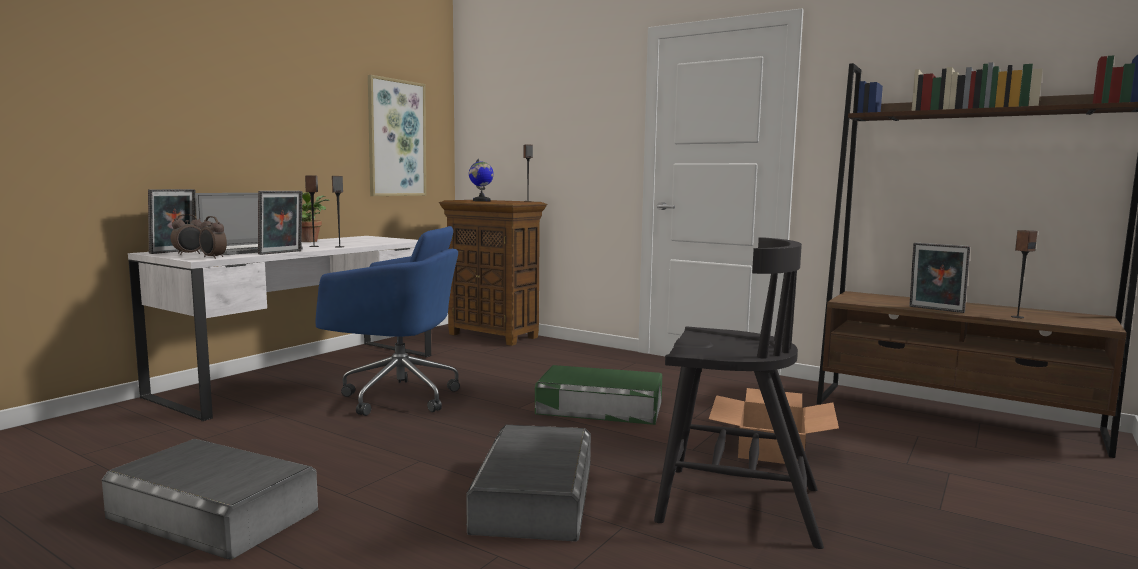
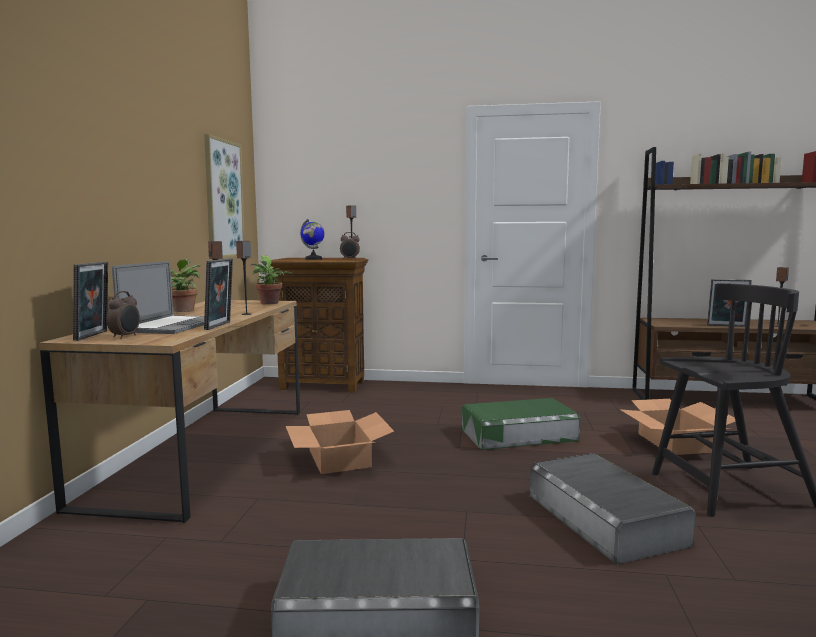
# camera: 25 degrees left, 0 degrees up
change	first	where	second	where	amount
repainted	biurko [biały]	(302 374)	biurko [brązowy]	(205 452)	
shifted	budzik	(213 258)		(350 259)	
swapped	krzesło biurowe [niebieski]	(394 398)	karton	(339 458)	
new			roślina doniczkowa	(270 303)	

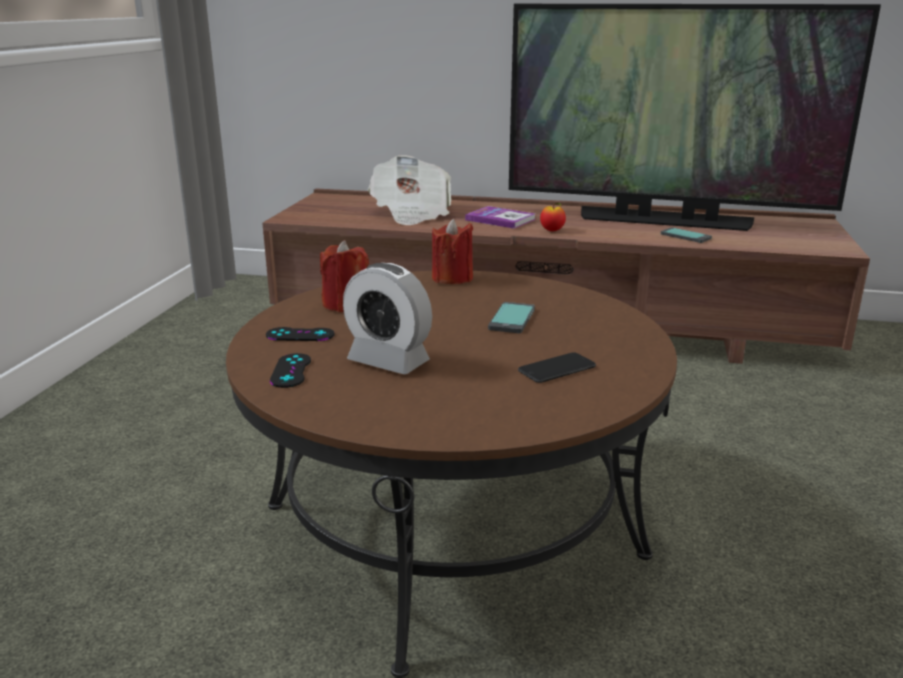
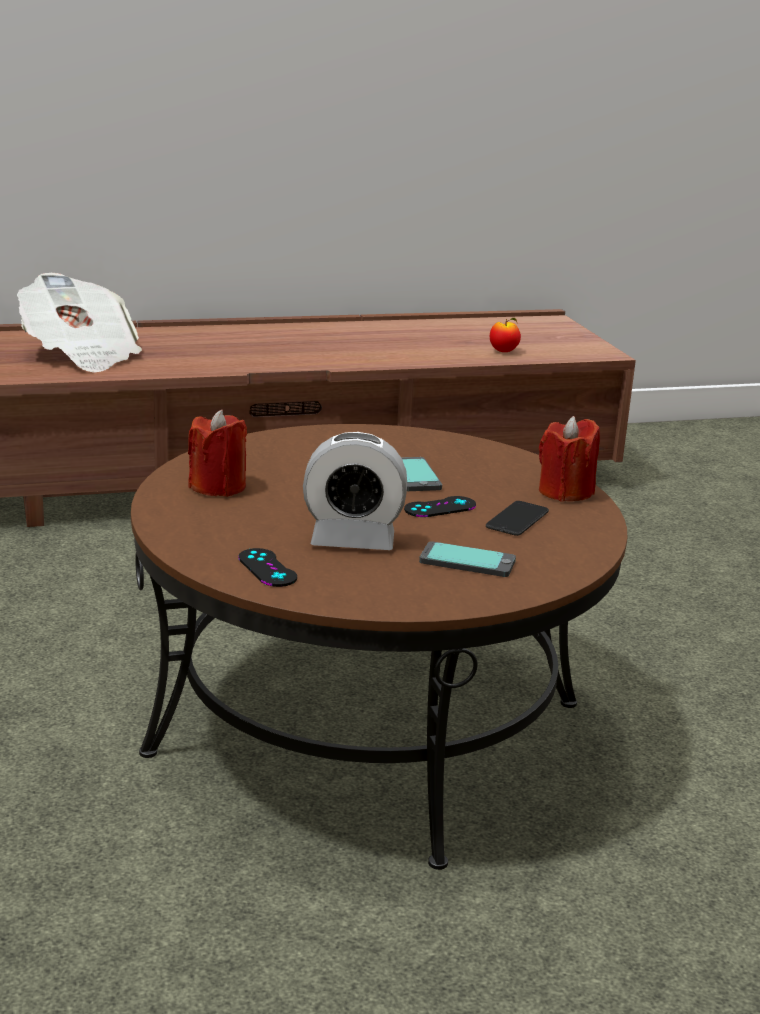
# camera: 30 degrees left, 0 degrees up
change	first	where	second	where	amount
shifted	pad do gier [czarny]	(300 335)		(440 507)	
shifted	świeca [czerwony]	(452 278)		(565 492)	
gone	książka	(500 219)			
gone	telewizor	(664 220)			
shifted	jabłko	(552 231)		(503 351)	
shifted	telefon	(685 236)		(467 561)	

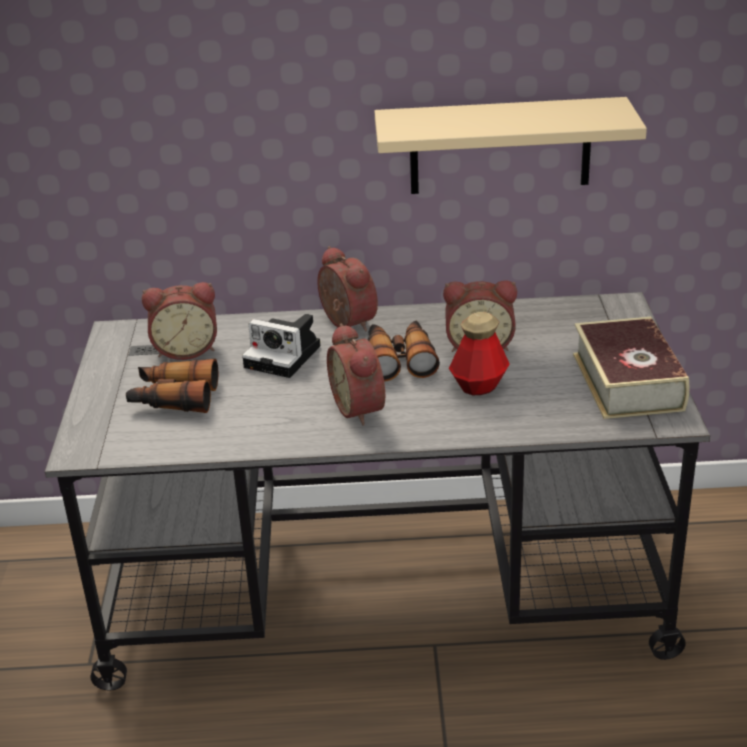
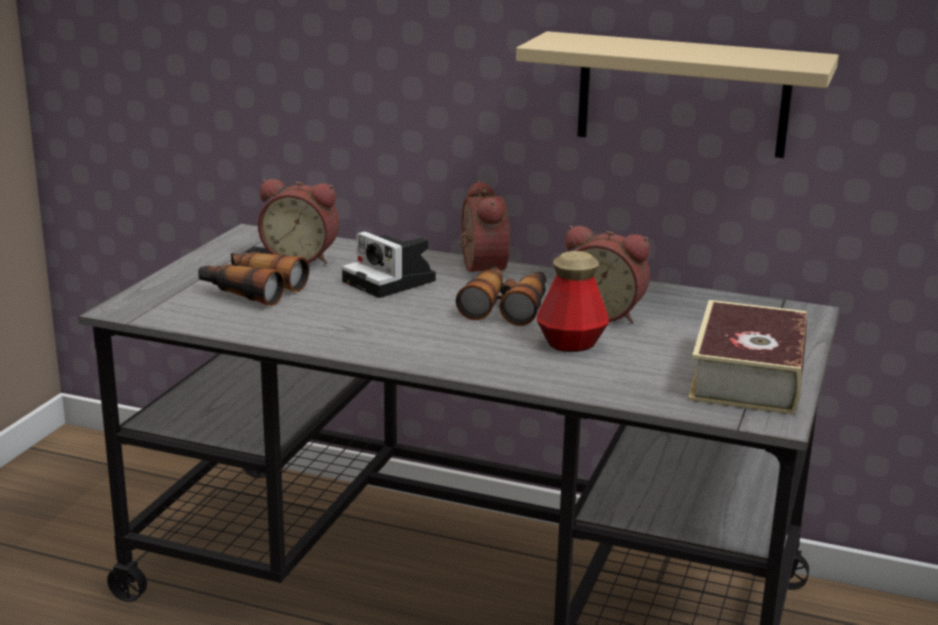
# camera: 20 degrees right, 10 degrees down
change	first	where	second	where	amount
gone	budzik	(362 408)			

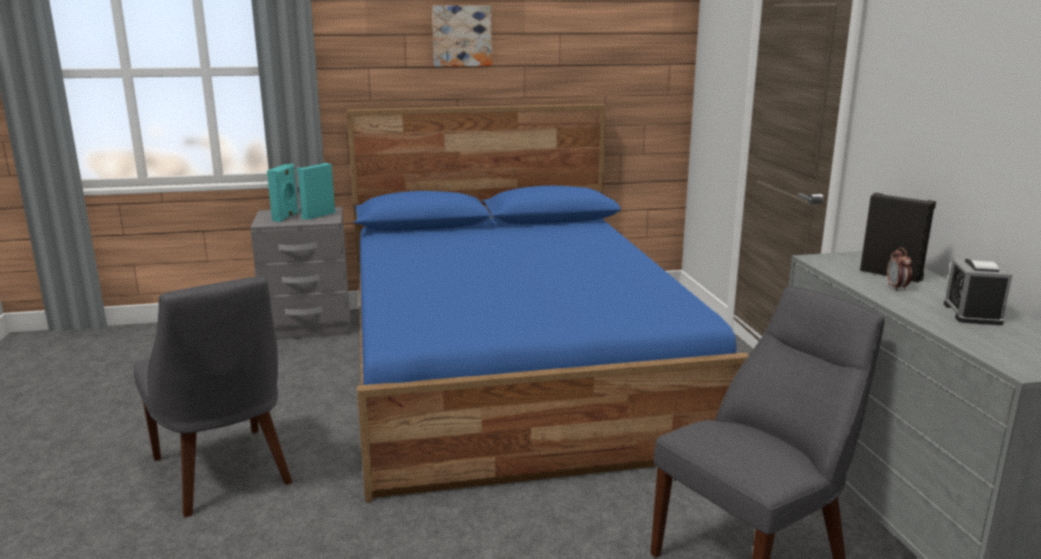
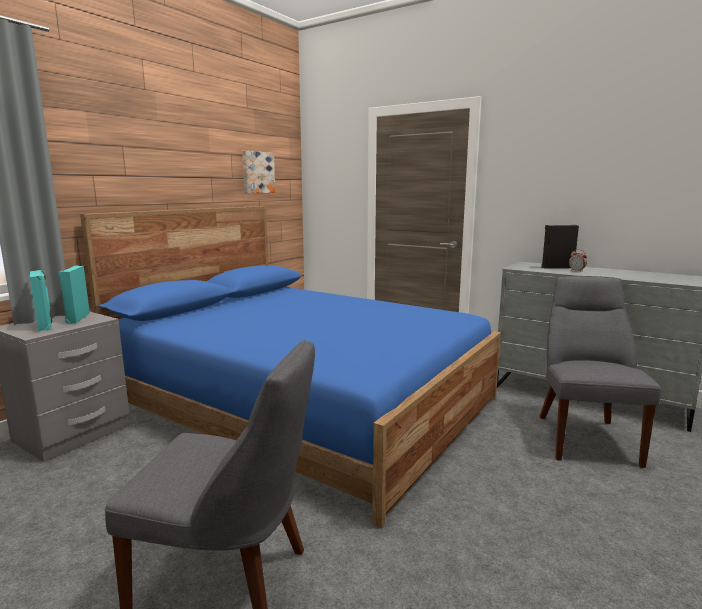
# camera: 45 degrees left, 5 degrees down
change	first	where	second	where	amount
shifted	obraz	(461 36)		(257 172)	
gone	budzik	(972 313)			

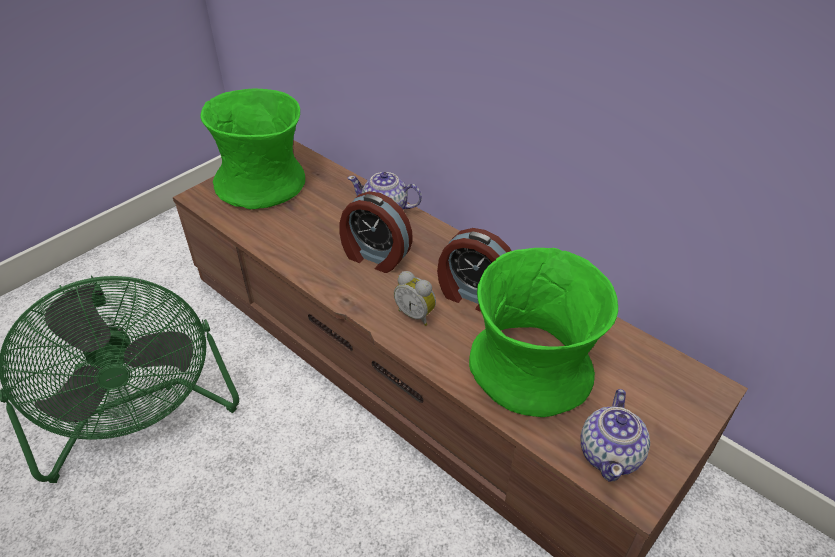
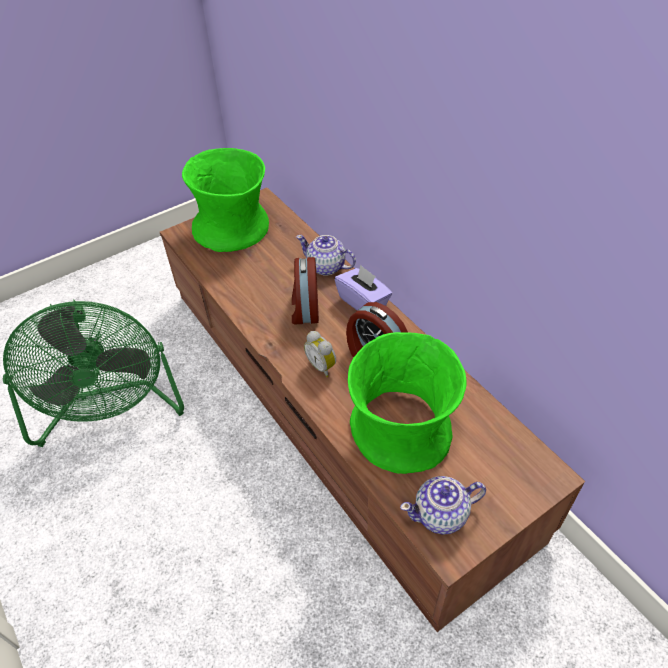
# camera: 15 degrees right, 5 degrees up
change	first	where	second	where	amount
rotated	budzik	(375 256)		(305 309)	45 degrees clockwise
rotated	imbryk	(610 454)		(441 514)	45 degrees clockwise
new			pudełko chusteczek [fioletowy]	(363 302)	

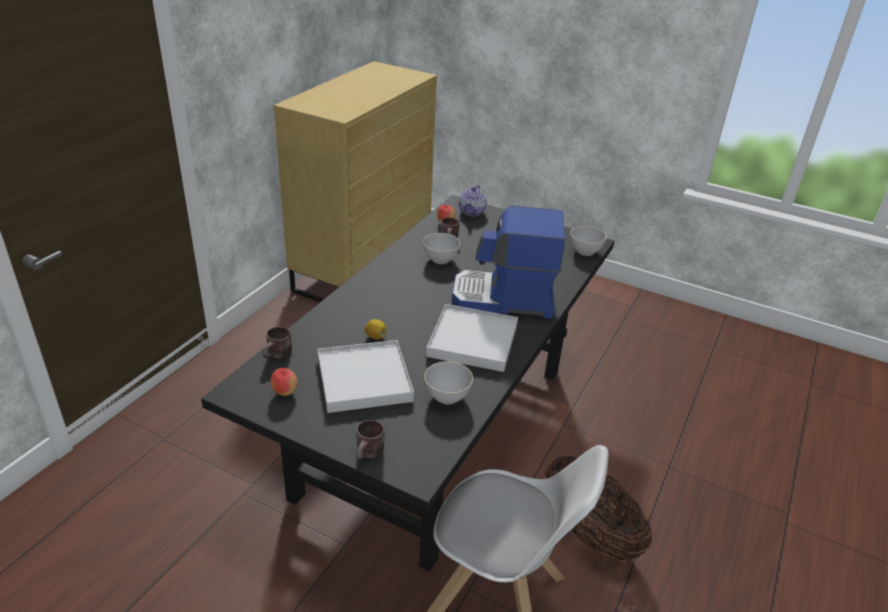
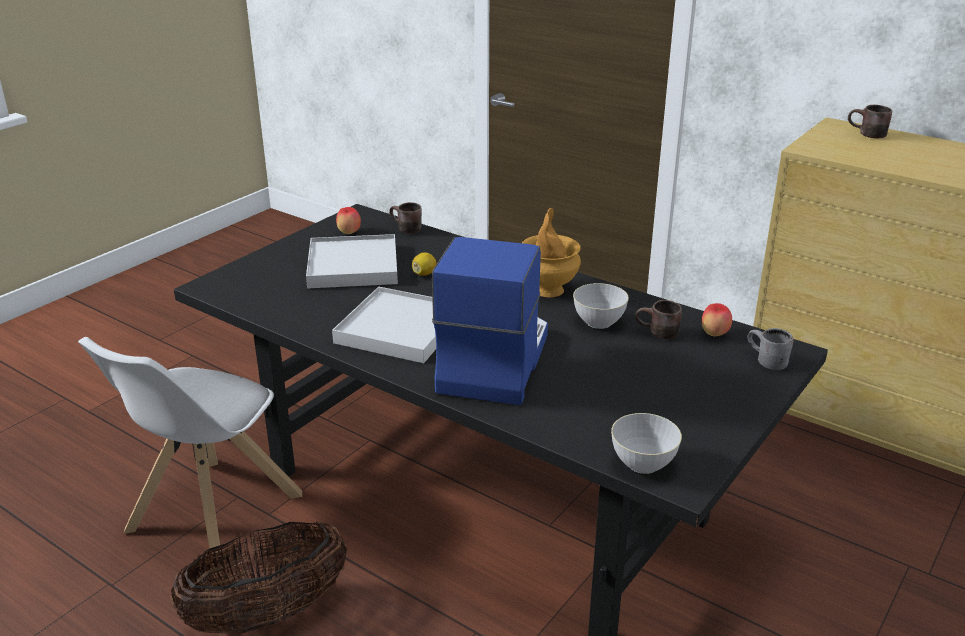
# camera: 100 degrees right, 5 degrees down
change	first	where	second	where	amount
shifted	kubek [brązowy]	(370 454)		(866 135)	
gone	miska [szary]	(447 397)			
swapped	imbryk	(472 212)	kubek [szary]	(765 361)	
new			wazon [brązowy]	(548 289)	

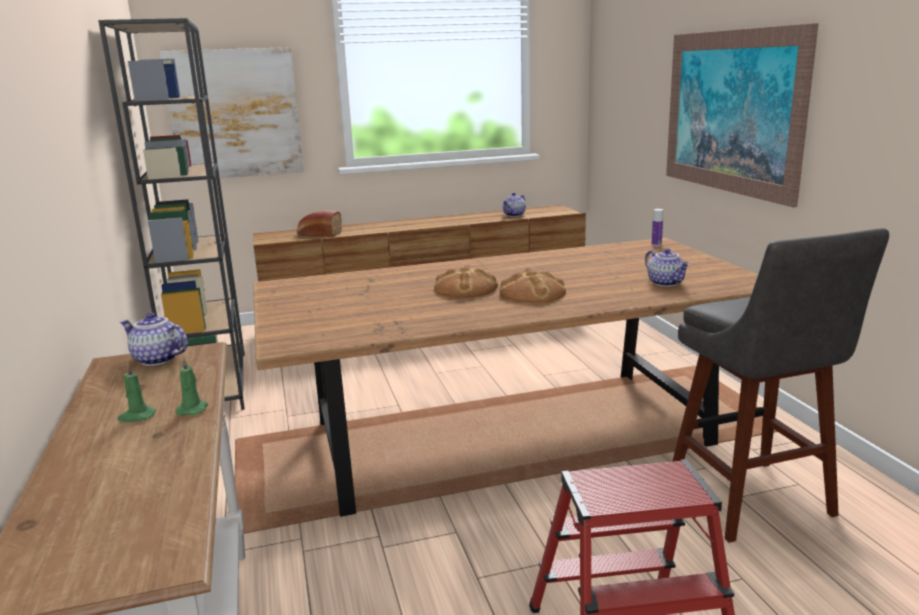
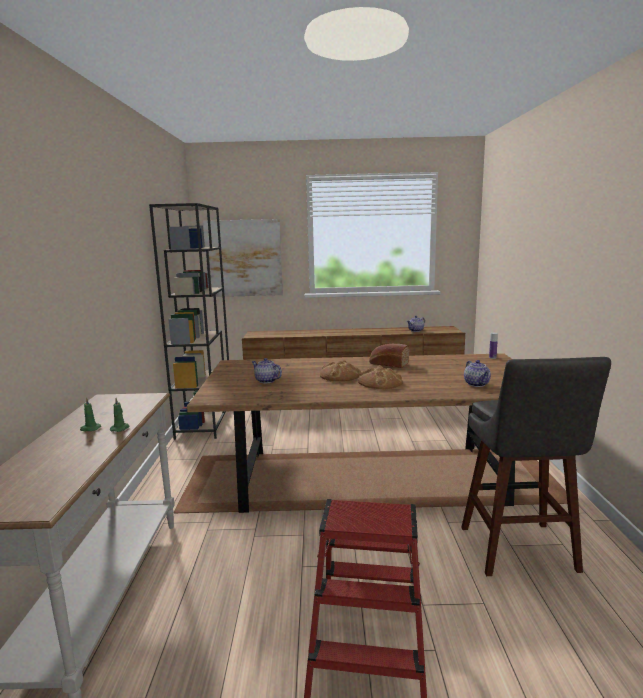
# camera: 15 degrees right, 5 degrees down
change	first	where	second	where	amount
shifted	imbryk	(156 359)		(266 381)	
shifted	chleb	(318 234)		(387 364)	
gone	obraz	(731 112)			

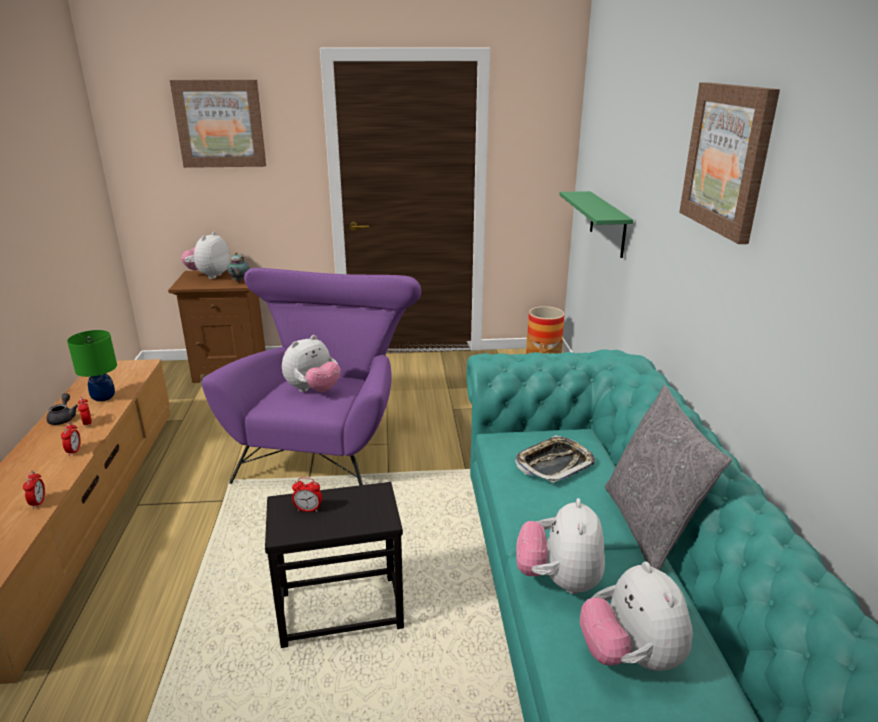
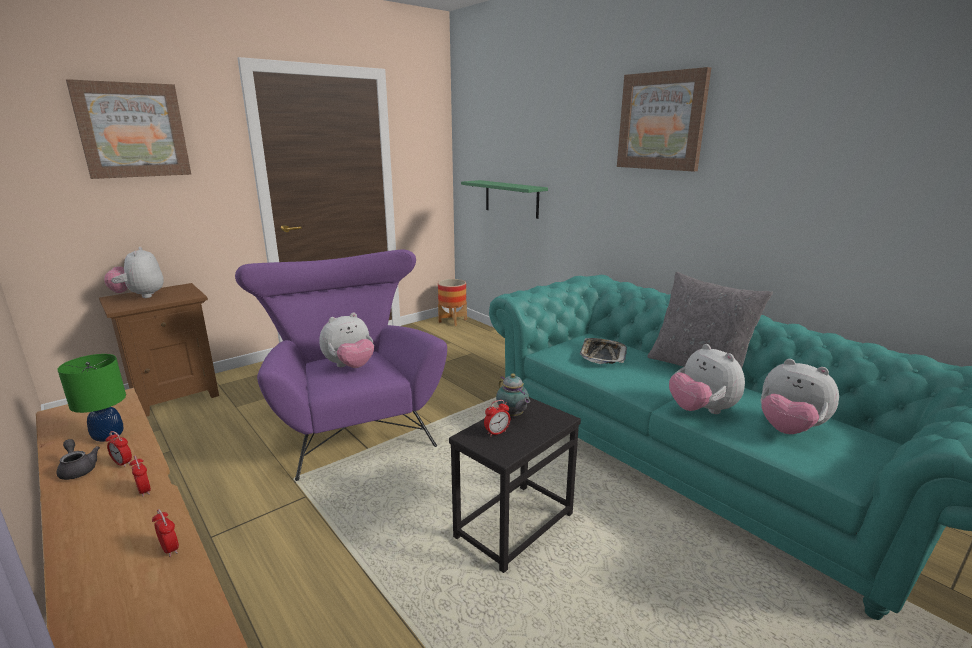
# camera: 35 degrees left, 5 degrees down
change	first	where	second	where	amount
shifted	imbryk	(239 281)		(512 416)	
rotated	pluszak	(313 390)		(350 366)	45 degrees clockwise

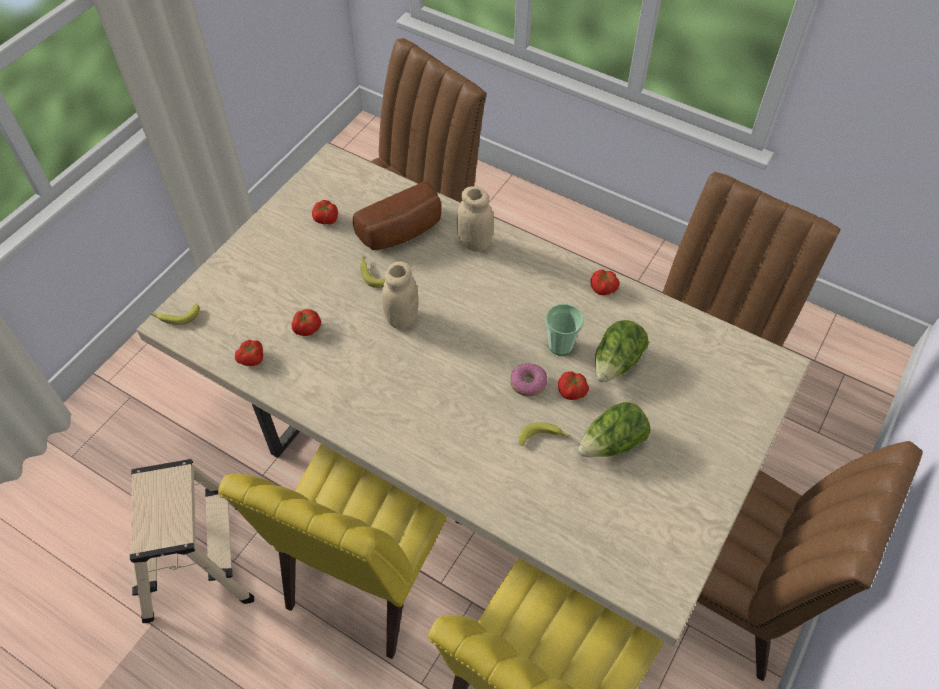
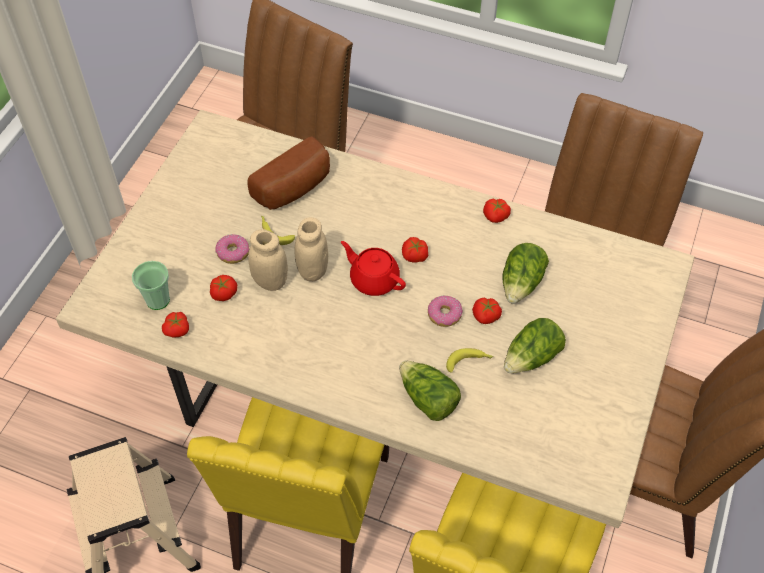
# camera: 10 degrees left, 0 degrees up
change	first	where	second	where	amount
gone	banan	(176 316)			
shifted	pomidor	(326 219)		(414 256)	
shifted	słoik [beżowy]	(474 243)		(270 281)	
shifted	filiżanka	(560 345)		(158 300)	
new			donut	(233 253)	
new			imbryk [czerwony]	(374 279)	
new			sałata	(428 399)	

